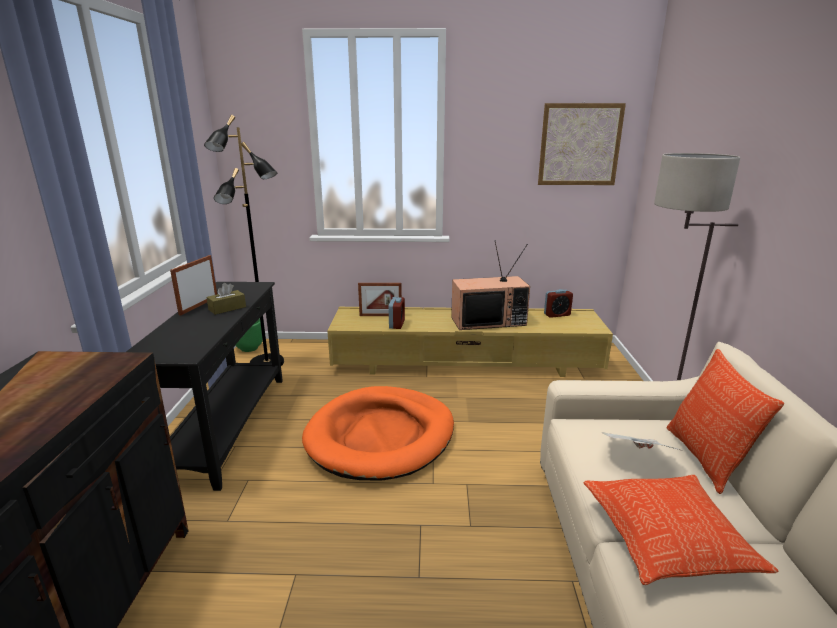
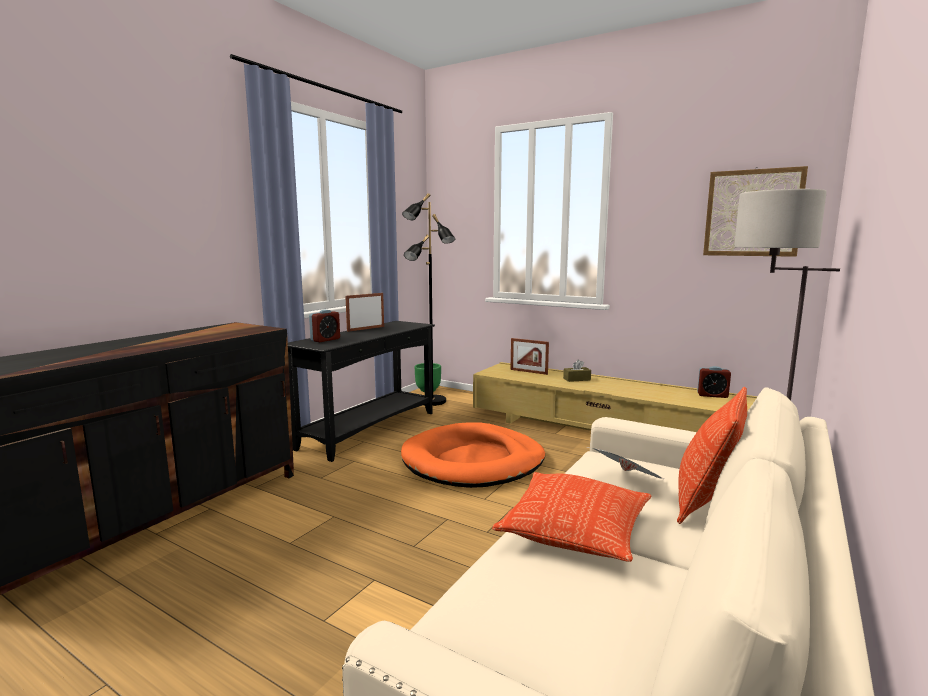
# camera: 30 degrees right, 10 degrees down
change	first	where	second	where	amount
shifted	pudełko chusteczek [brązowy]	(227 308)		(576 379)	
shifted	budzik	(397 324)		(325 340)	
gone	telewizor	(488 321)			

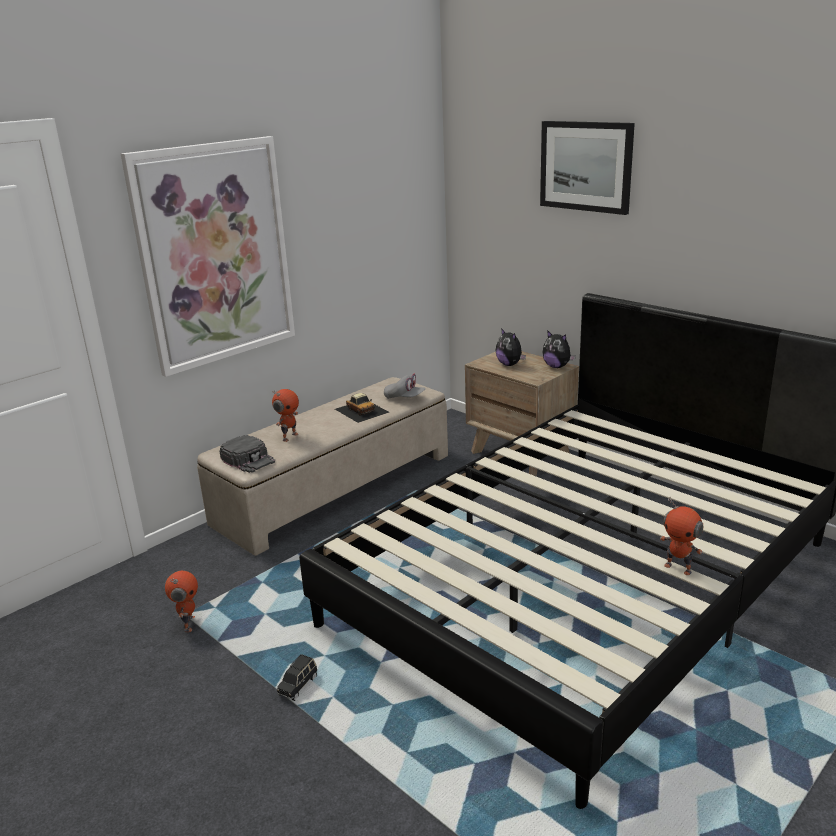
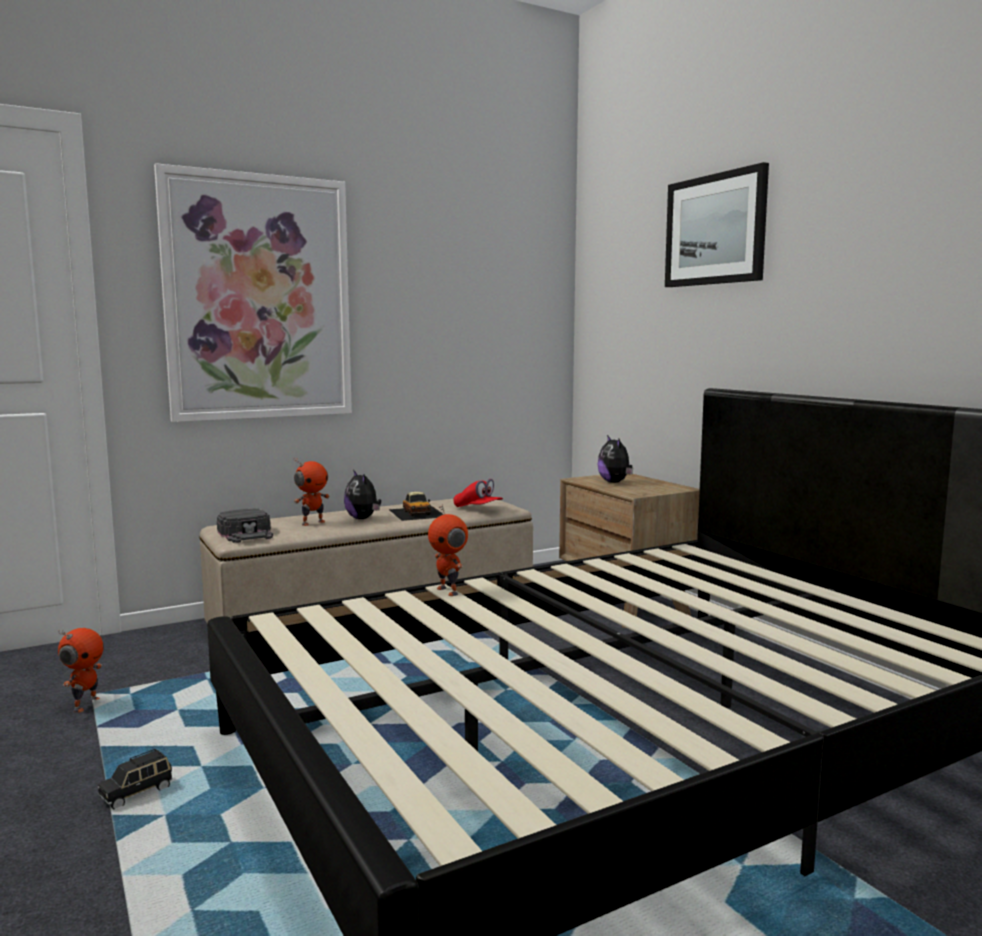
# camera: 15 degrees right, 15 degrees down
change	first	where	second	where	amount
repainted	czapka z daszkiem [szary]	(404 398)	czapka z daszkiem [czerwony]	(478 509)	
shifted	pluszak	(557 366)		(363 518)	
shifted	robot zabawkowy	(678 568)		(449 591)	

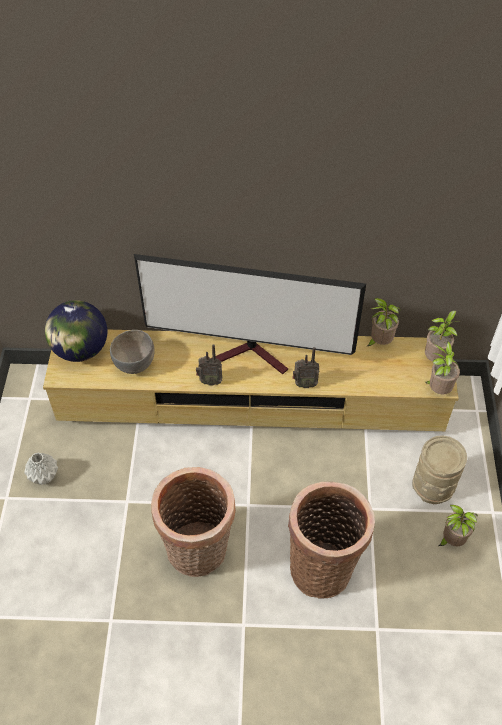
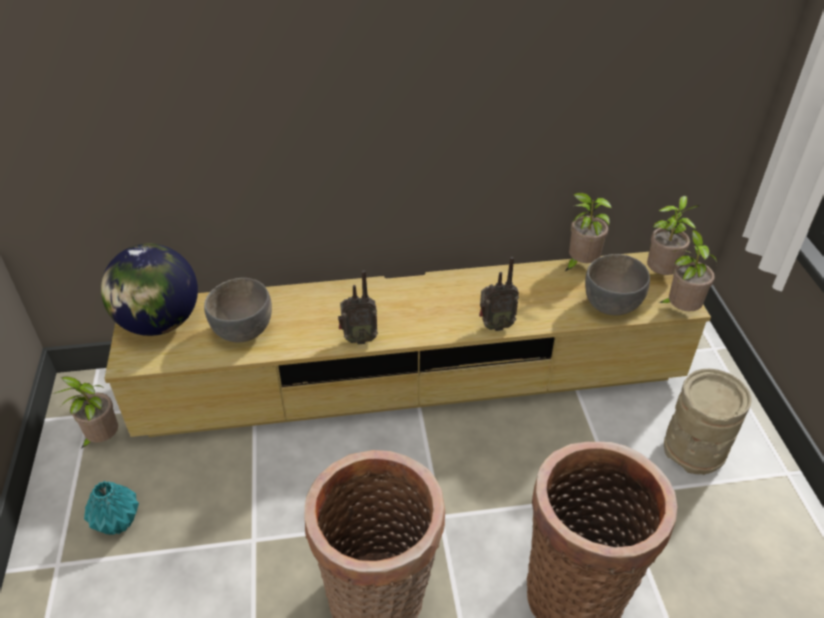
# camera: 10 degrees left, 10 degrees down
change	first	where	second	where	amount
repainted	wazon [szary]	(45 476)	wazon [turkusowy]	(119 522)	
gone	telewizor	(252 355)			
shifted	roślina doniczkowa	(451 540)		(102 439)	
new			miska [szary]	(611 305)	

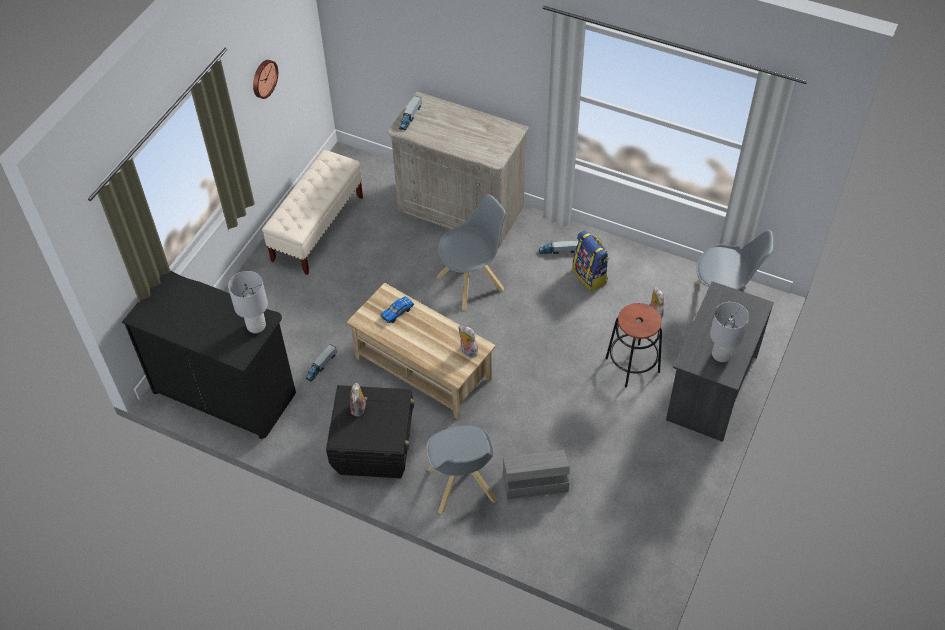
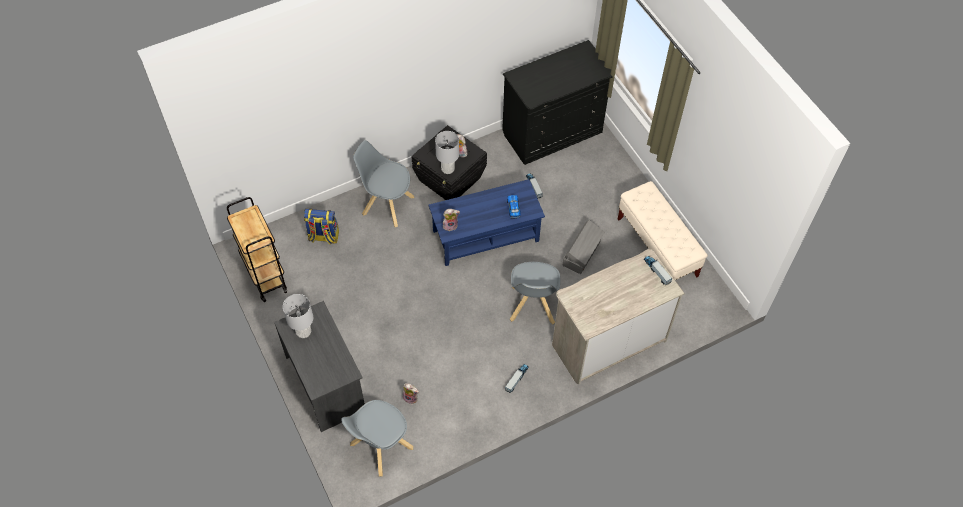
# camera: 125 degrees right, 5 degrees up
change	first	where	second	where	amount
shifted	lampa stołowa [szary]	(256 327)		(448 170)	
gone	zegar ścienny	(263 78)			
repainted	ława [beżowy]	(423 368)	ława [niebieski]	(485 236)	
shifted	pojemnik do przechowywania [szary]	(534 482)		(582 253)	
shifted	plecak	(590 276)		(323 236)	
gone	stołek [czarny]	(632 365)			
new			wózek [brązowy]	(265 279)	

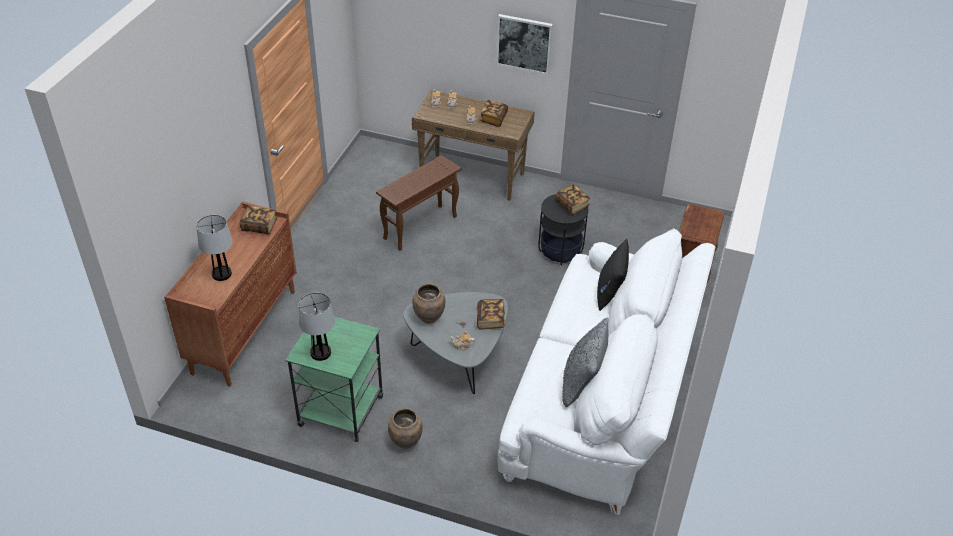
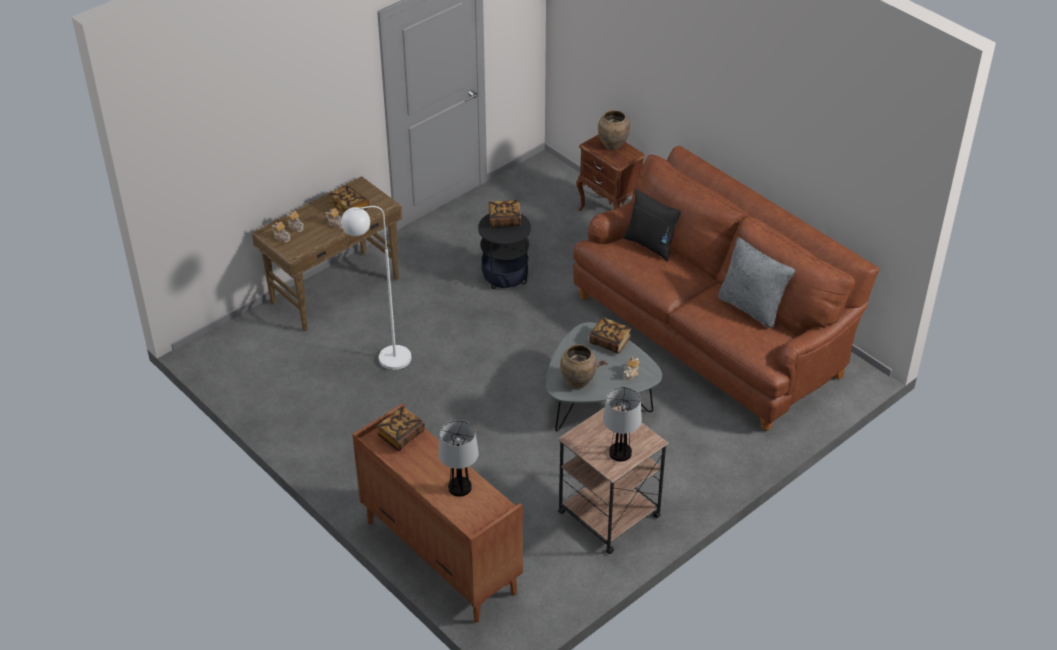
# camera: 60 degrees left, 0 degrees up
change	first	where	second	where	amount
repainted	wózek [zielony]	(339 409)	wózek [brązowy]	(608 515)	
swapped	stolik [brązowy]	(420 228)	lampa stojąca [biały]	(385 361)	
shifted	wazon [brązowy]	(406 442)		(612 145)	
gone	obraz	(524 43)			
repainted	kanapa [biały]	(603 400)	kanapa [brązowy]	(714 331)	

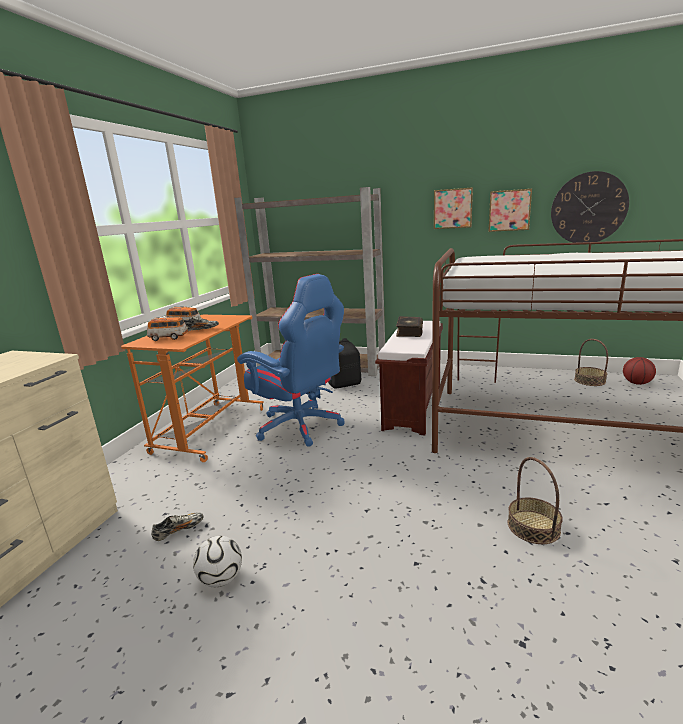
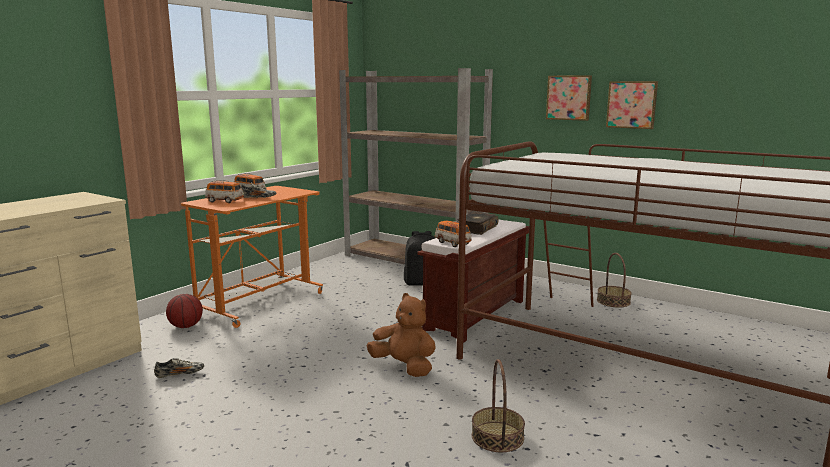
# camera: 15 degrees right, 5 degrees down
change	first	where	second	where	amount
gone	piłka futbolowa	(221 579)			
gone	krzesło biurowe [niebieski]	(299 426)			
gone	zegar ścienny	(588 208)			
shifted	koszyk	(589 380)		(613 301)	
shifted	piłka do koszykówki	(637 383)		(186 326)	
new			pluszak [brązowy]	(404 367)	
new			samochodzik	(452 243)	

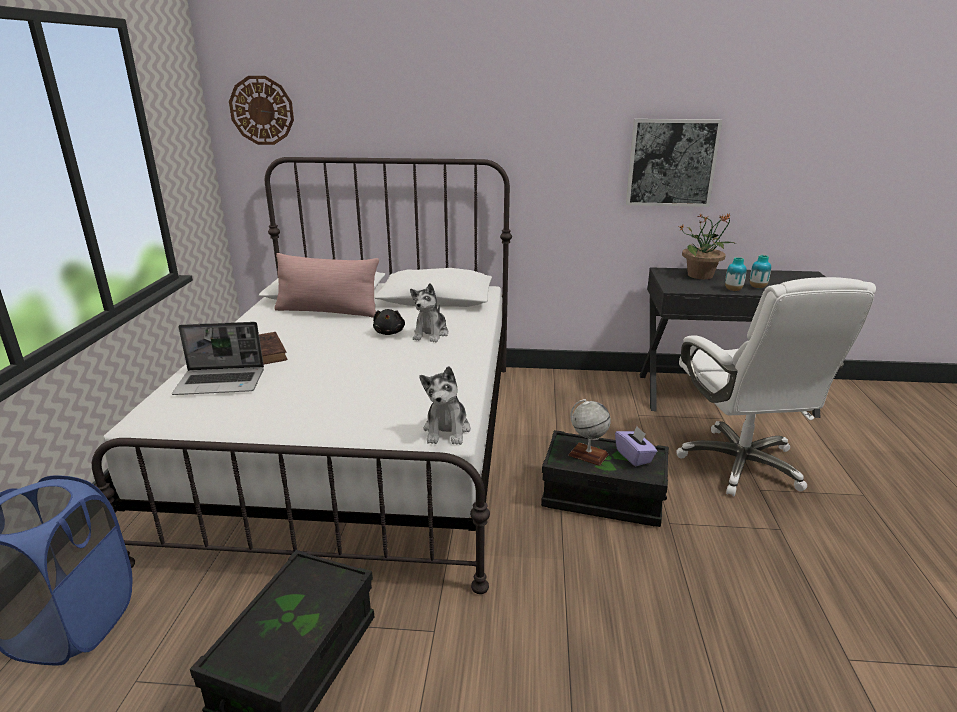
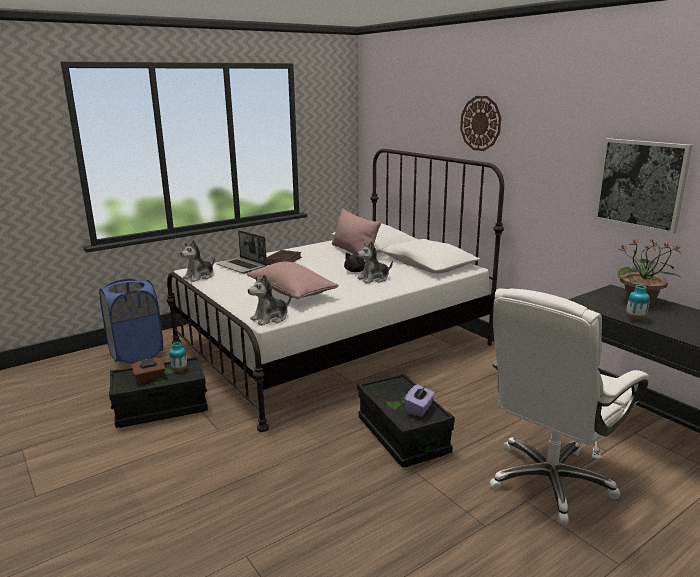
# camera: 50 degrees right, 5 degrees down
change	first	where	second	where	amount
shifted	zegar ścienny	(262 110)		(480 123)	
gone	globus	(588 455)			
shifted	wazon	(757 287)		(179 370)	
new			pudełko chusteczek [brązowy]	(150 378)	
new			pluszak	(199 277)	
new			poduszka [różowy]	(292 293)	

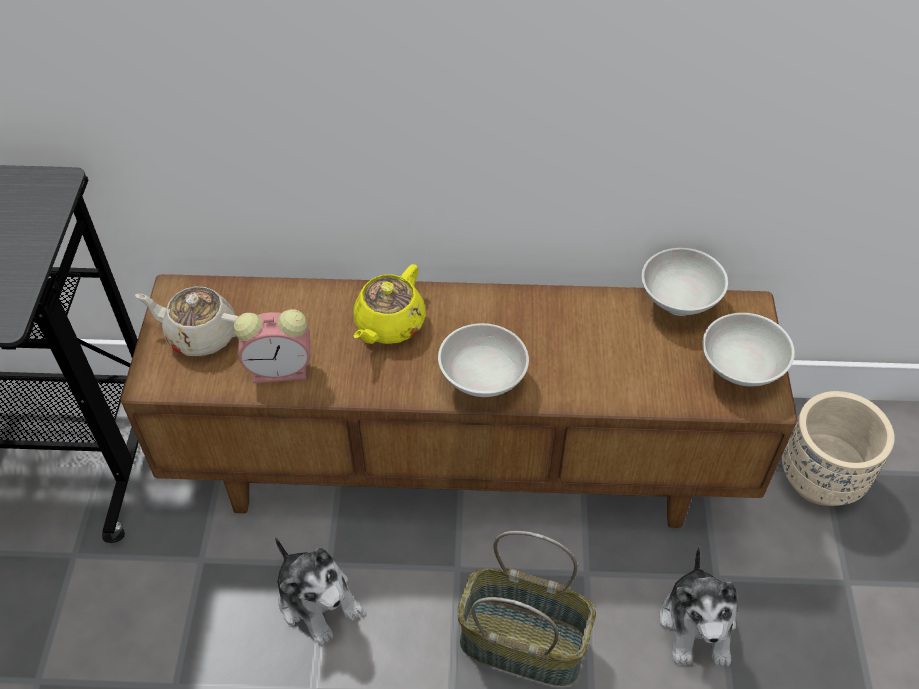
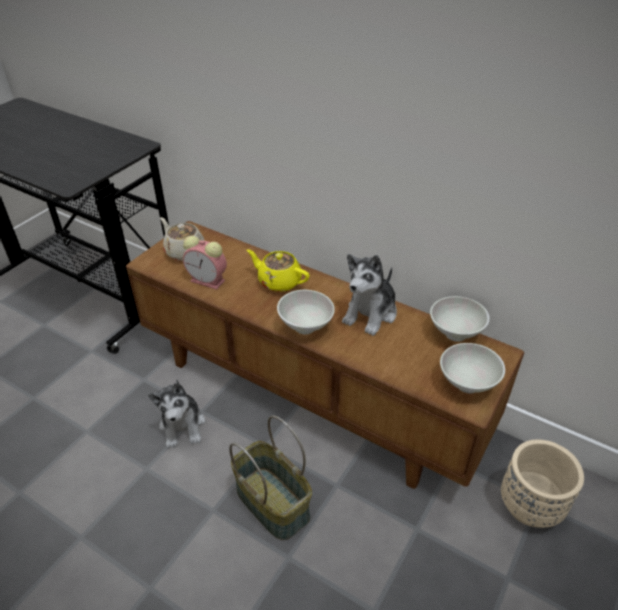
# camera: 30 degrees right, 10 degrees down
change	first	where	second	where	amount
rotated	imbryk [żółty]	(389 325)		(279 281)	60 degrees clockwise
shifted	pluszak	(698 624)		(371 313)	

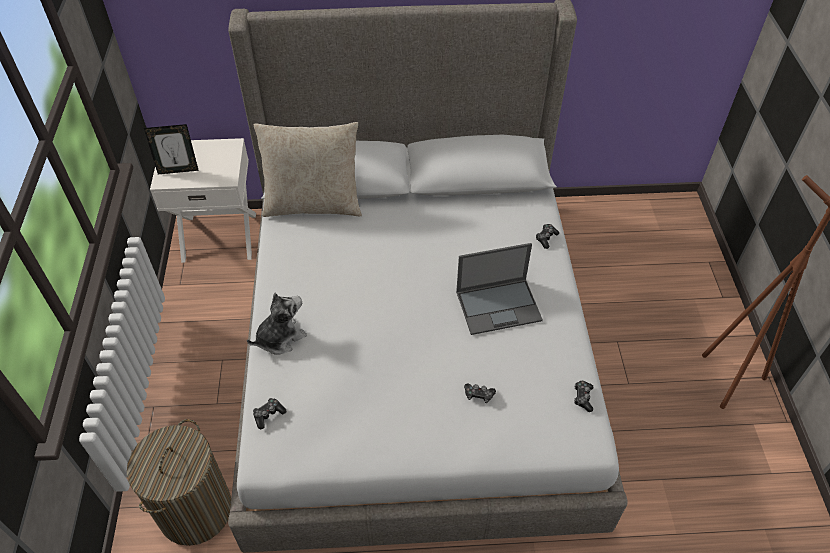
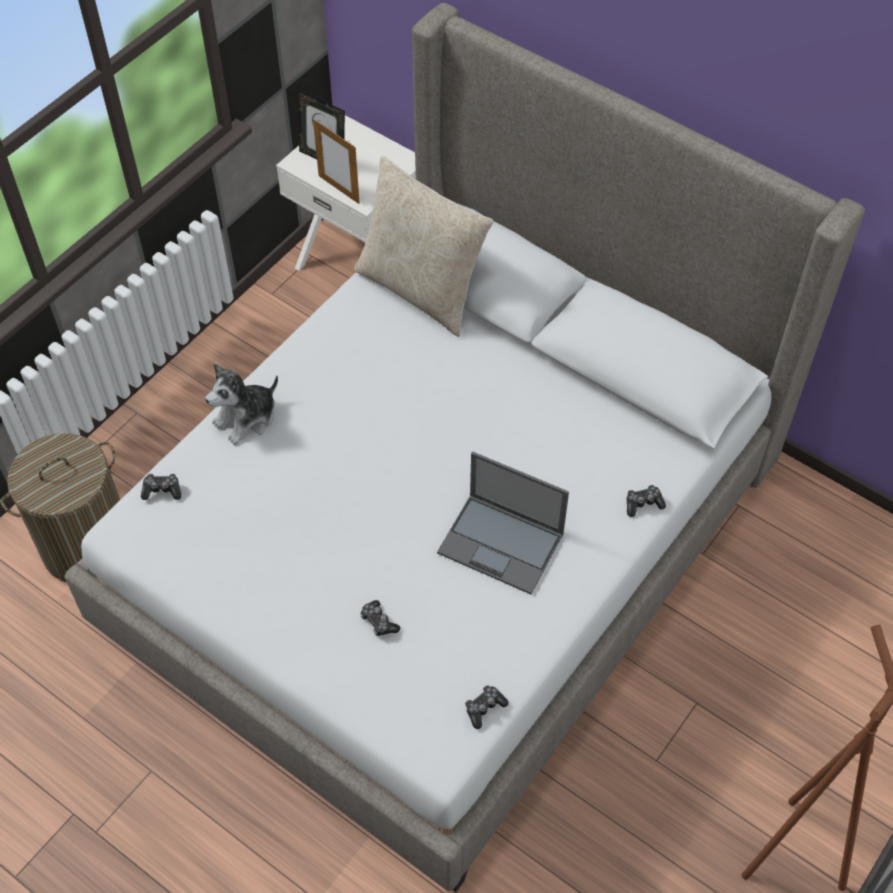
# camera: 40 degrees right, 5 degrees up
change	first	where	second	where	amount
rotated	pluszak	(280 337)		(246 419)	135 degrees clockwise
new			ramka na zdjęcie	(339 189)	

